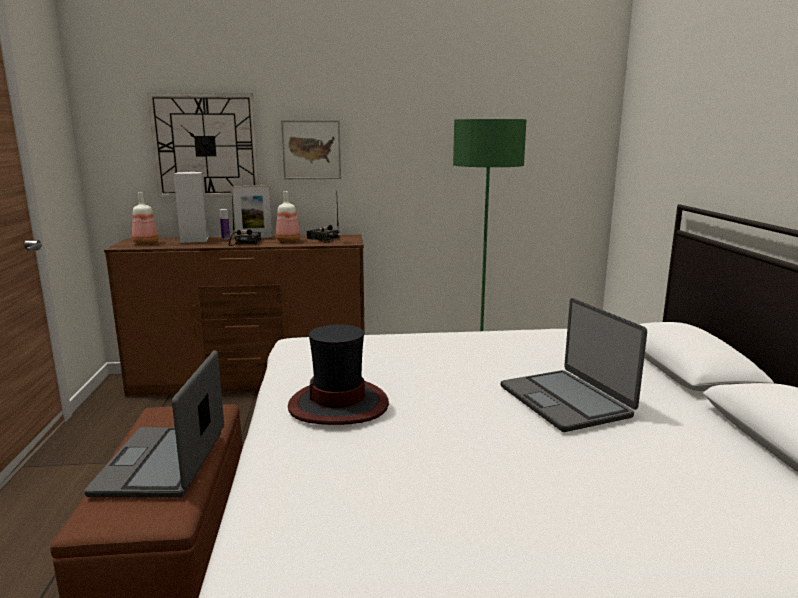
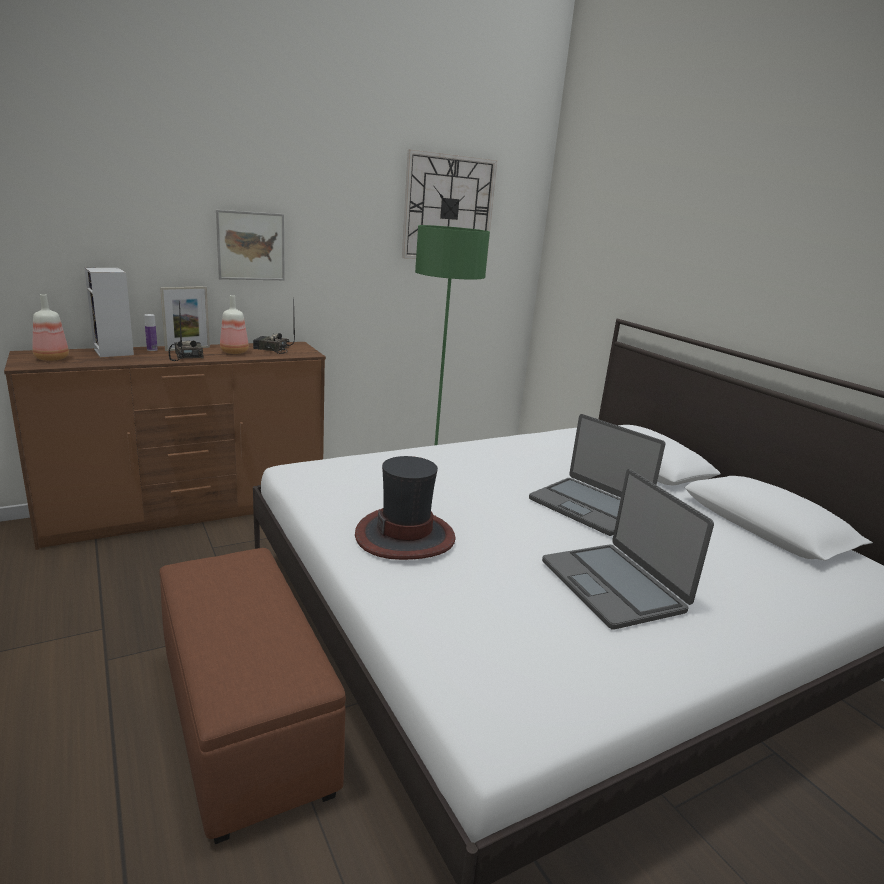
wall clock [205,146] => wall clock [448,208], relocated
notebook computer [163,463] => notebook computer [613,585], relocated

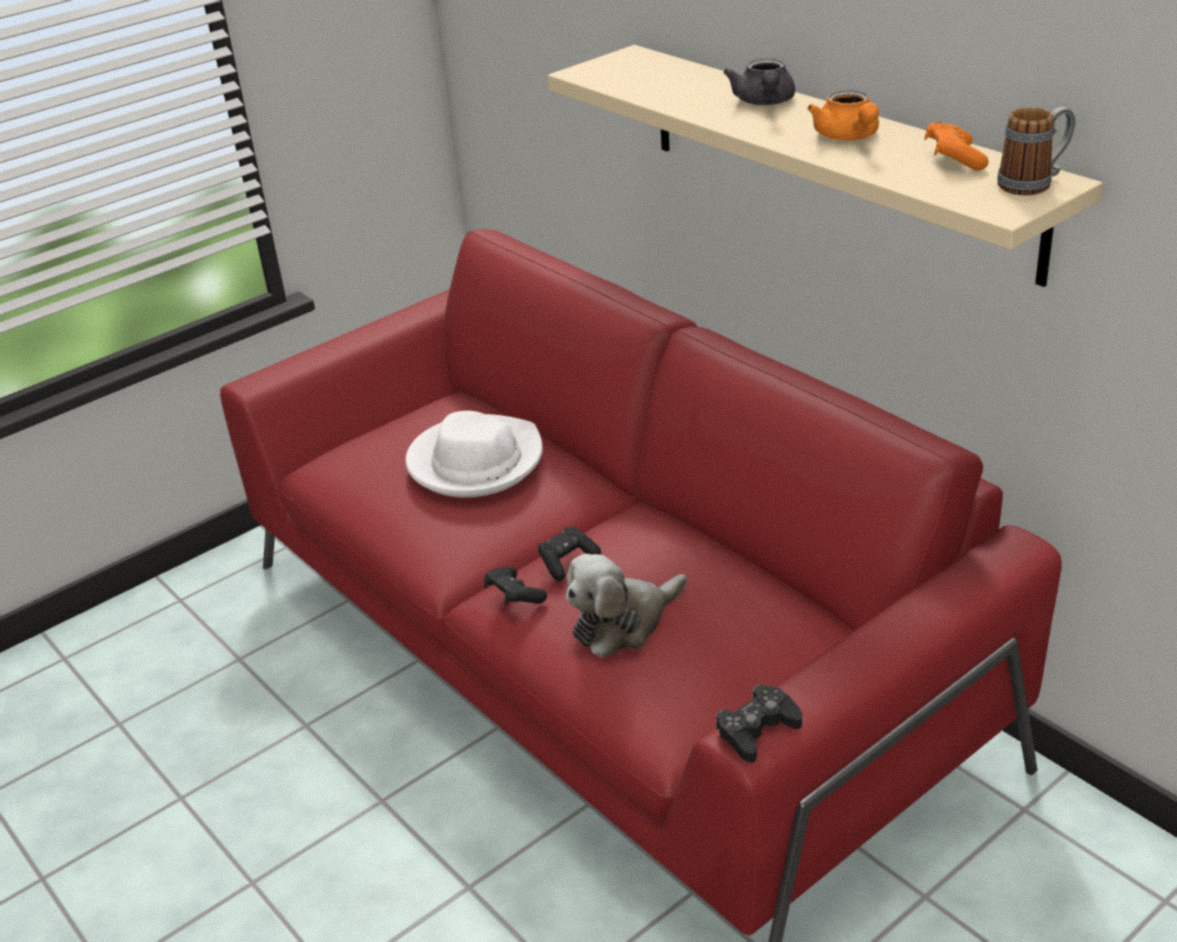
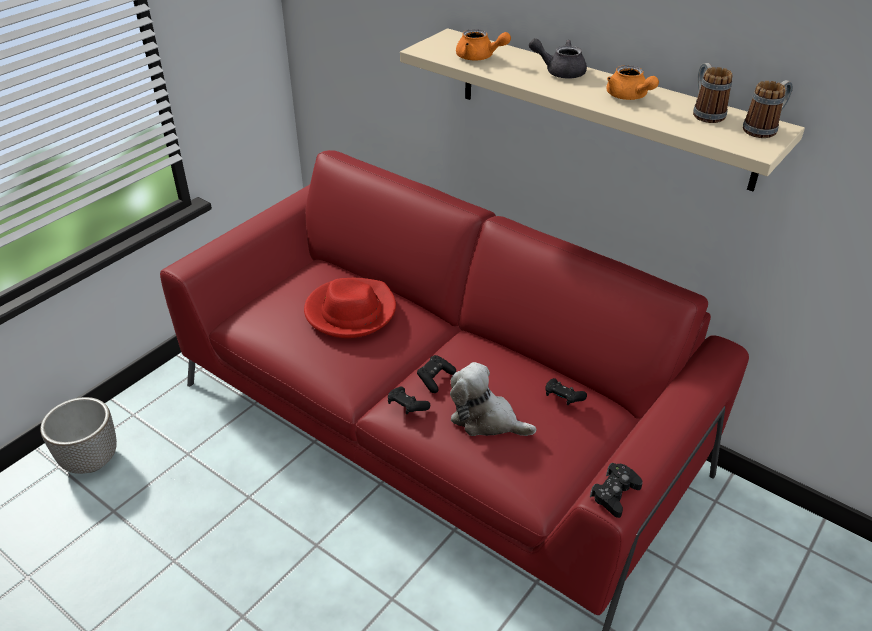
grey pot for tea [764,102] => grey pot for tea [559,72], 120 degrees clockwise
orange gamepad [953,160] => tea mug [705,113]
white-coloured wearable hat [475,461] => red wearable hat [350,311]
cuddly toy [623,623] => cuddly toy [486,419], 75 degrees clockwise
nothing => orange pot for tea [479,57]
nothing => black-coloured gamepad [563,398]
nothing => flower pot [90,461]

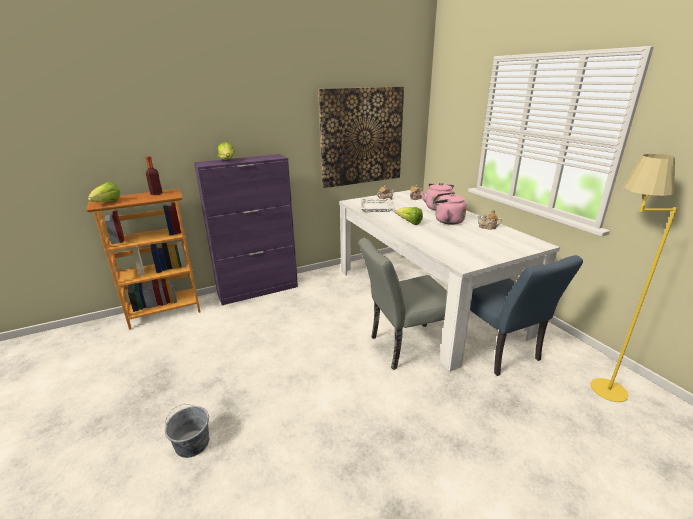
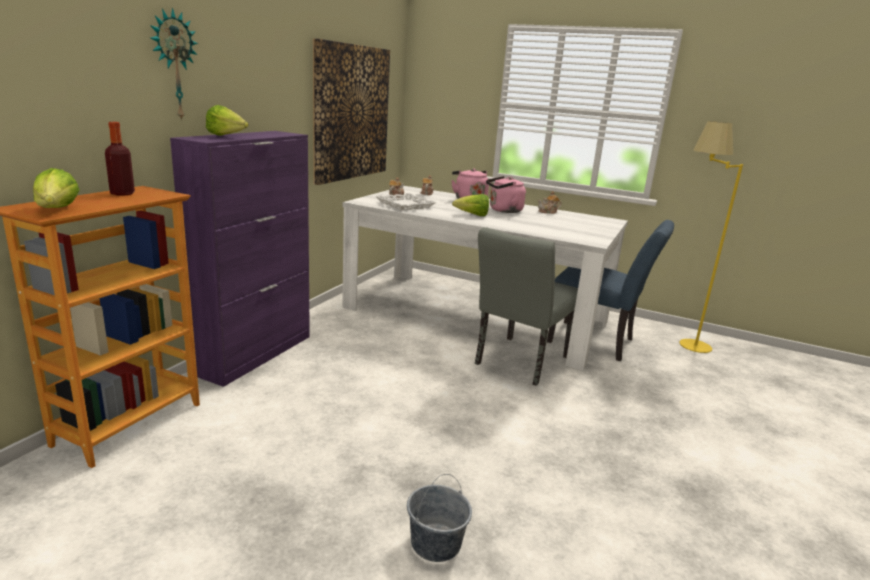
nothing => wall clock [173,65]

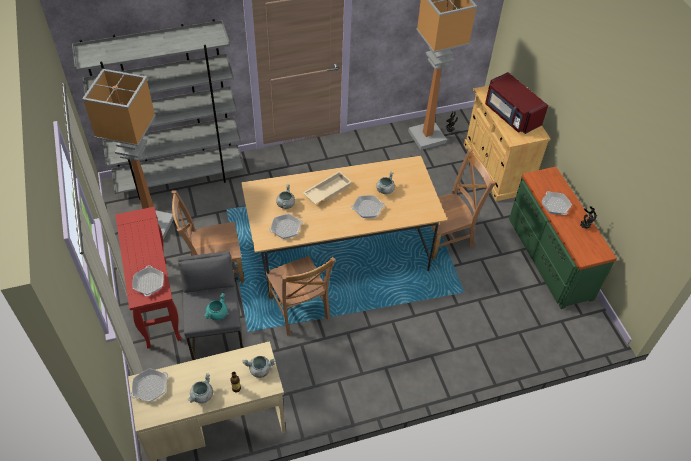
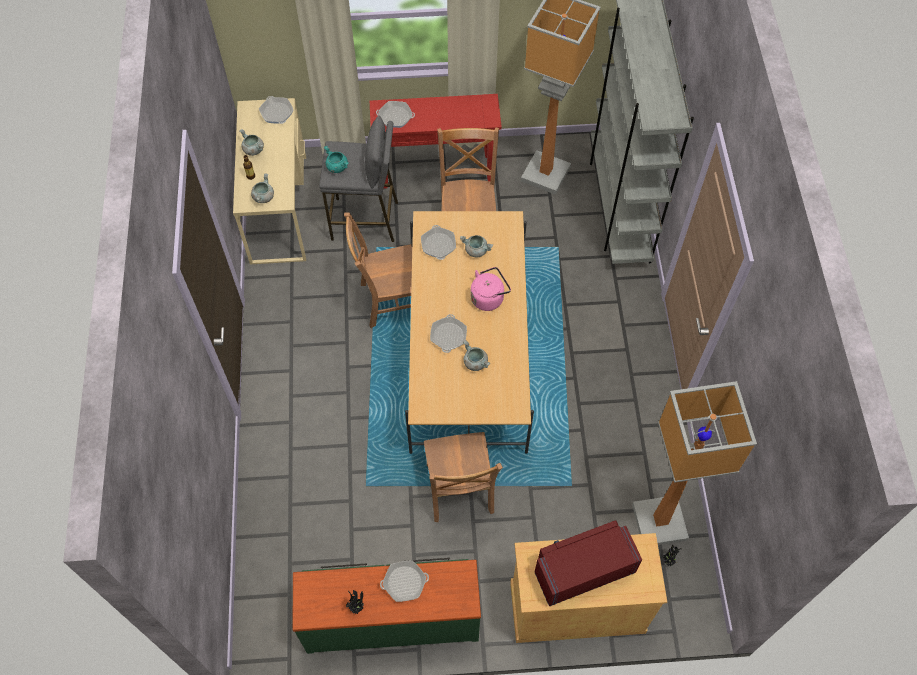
sand-coloured carrying tray [327,190] => pink kettle [489,297]

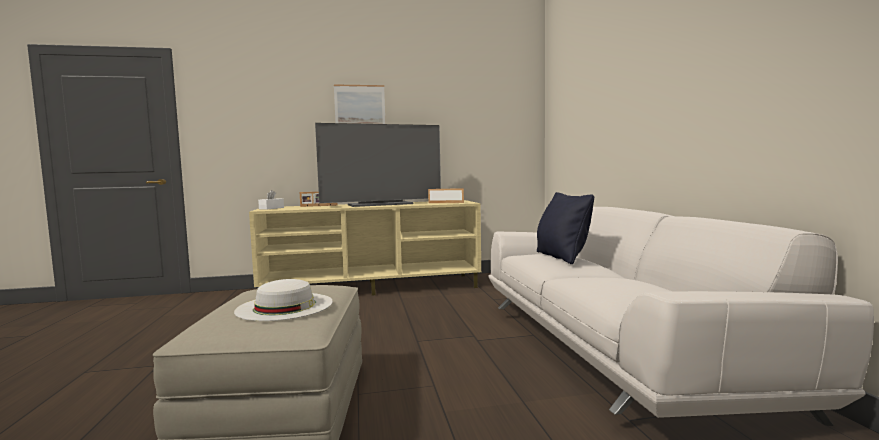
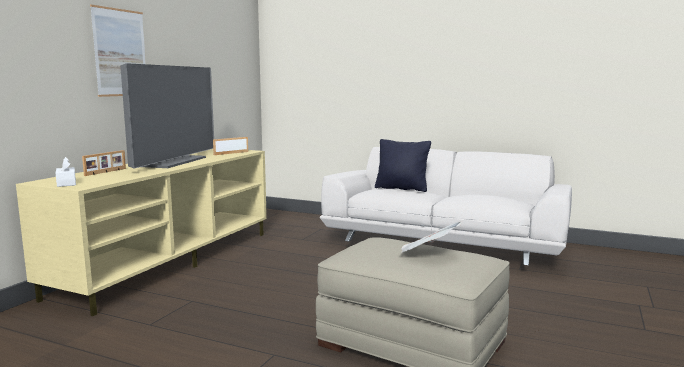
white-coloured wearable hat [285,306] => printed paper [428,253]

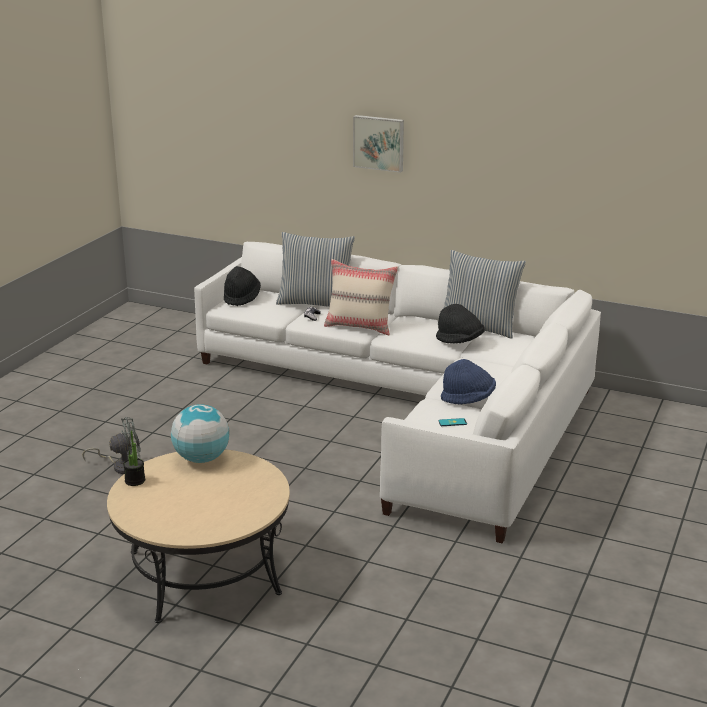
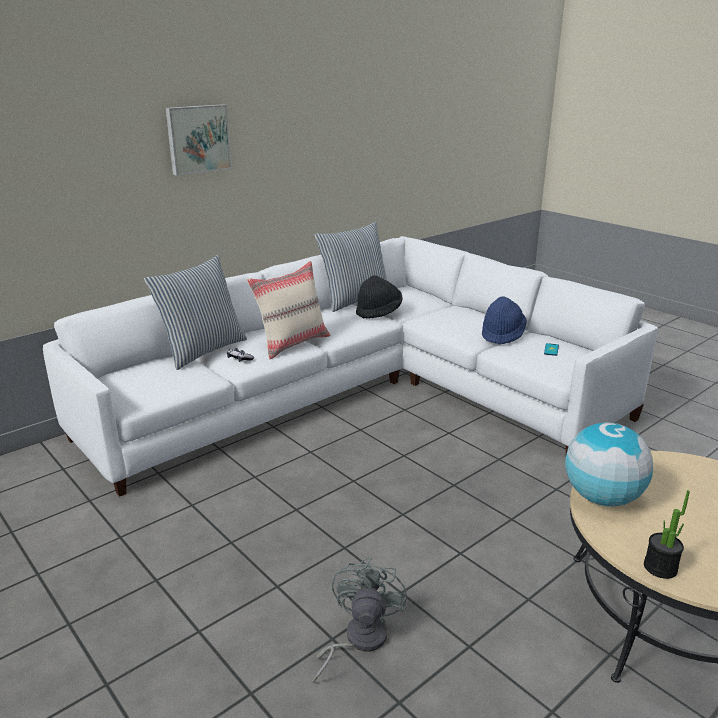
black-coloured wearable hat [241,298] => nothing

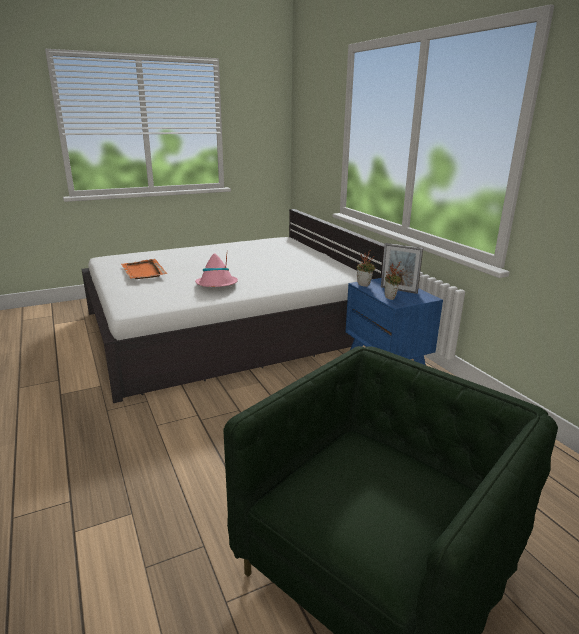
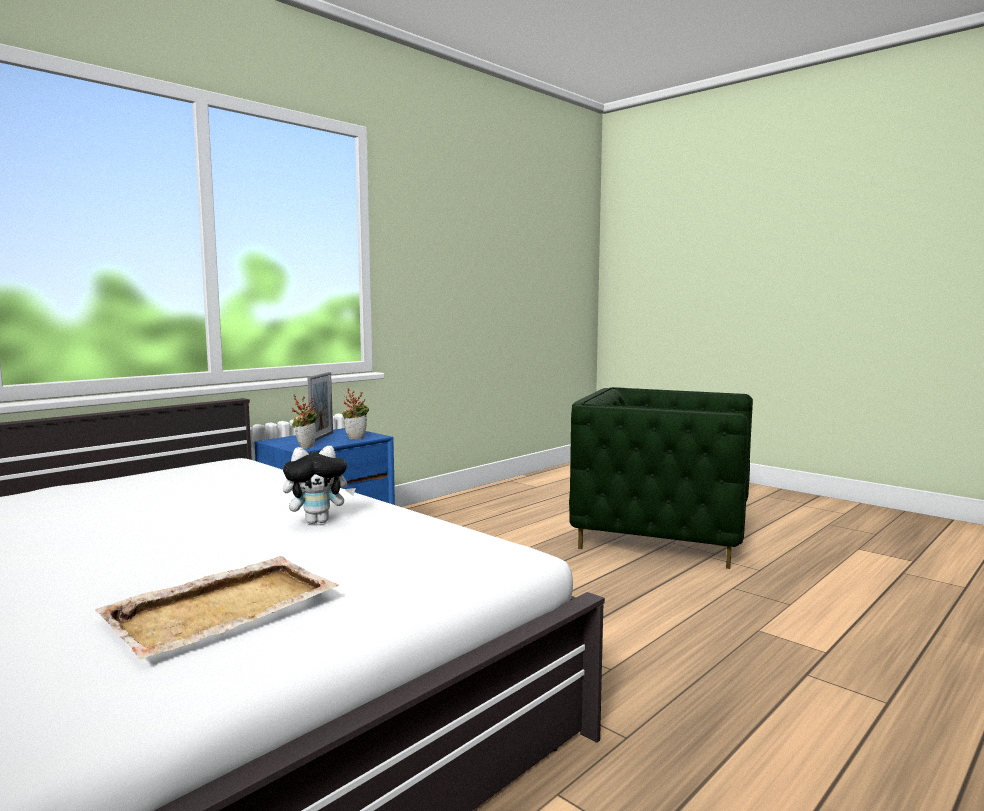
pink wearable hat [217,285] => cuddly toy [318,521]
orange carrying tray [143,271] => sand-coloured carrying tray [225,608]

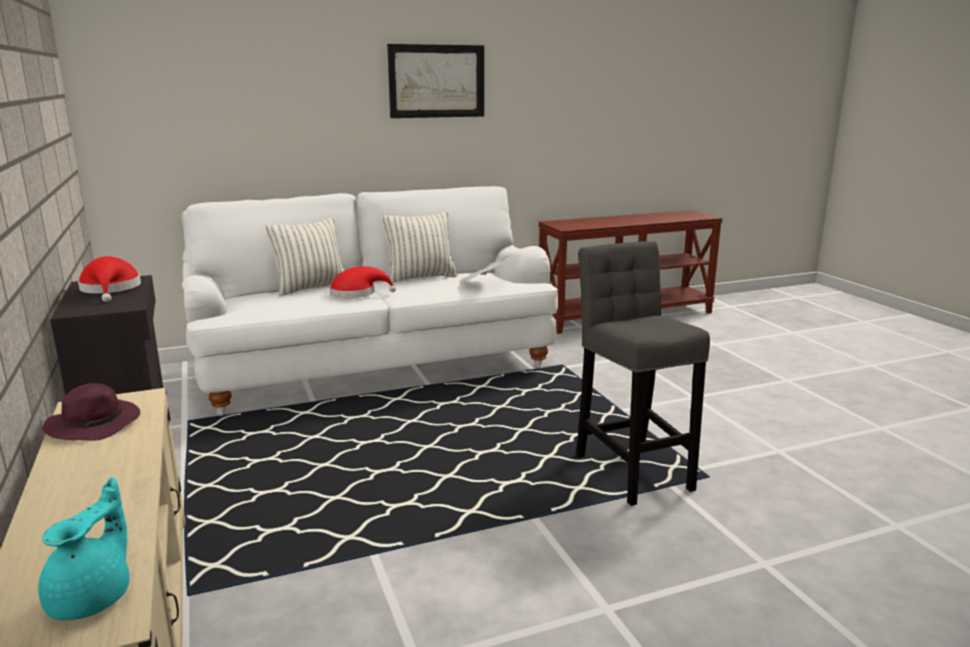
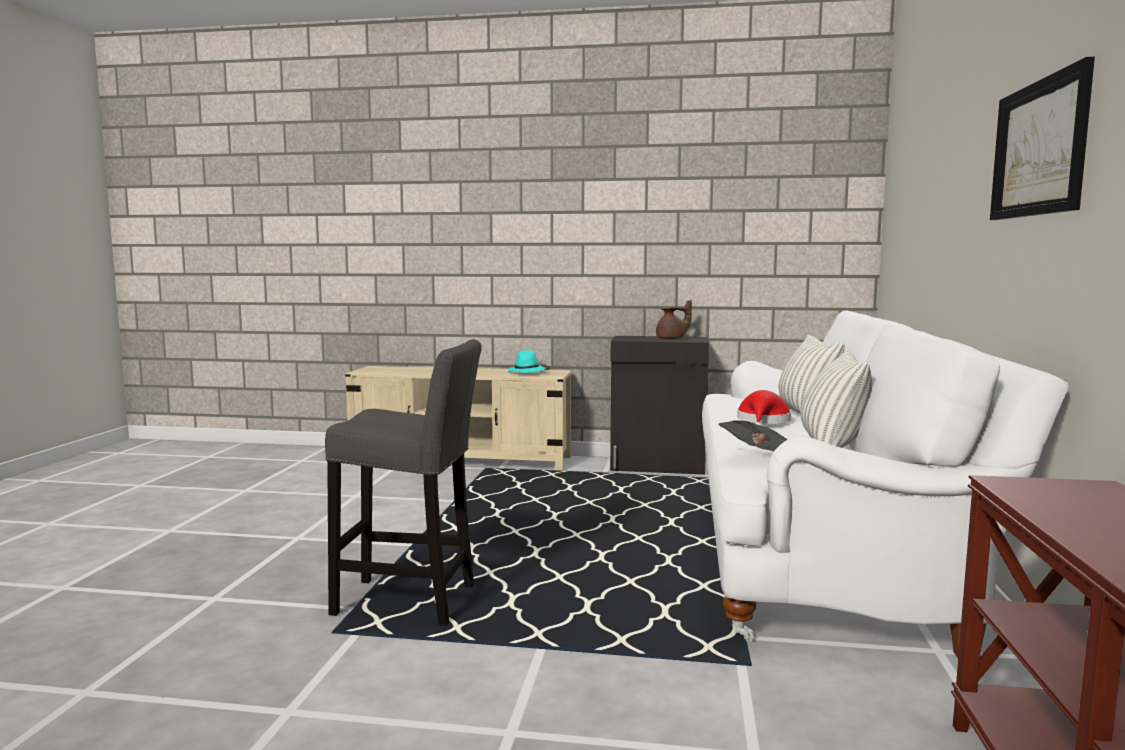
red wearable hat [111,289] => brown pot for tea [672,339]
purplish wearable hat [95,425] => turquoise wearable hat [527,372]
turquoise pot for tea [93,597] => nothing

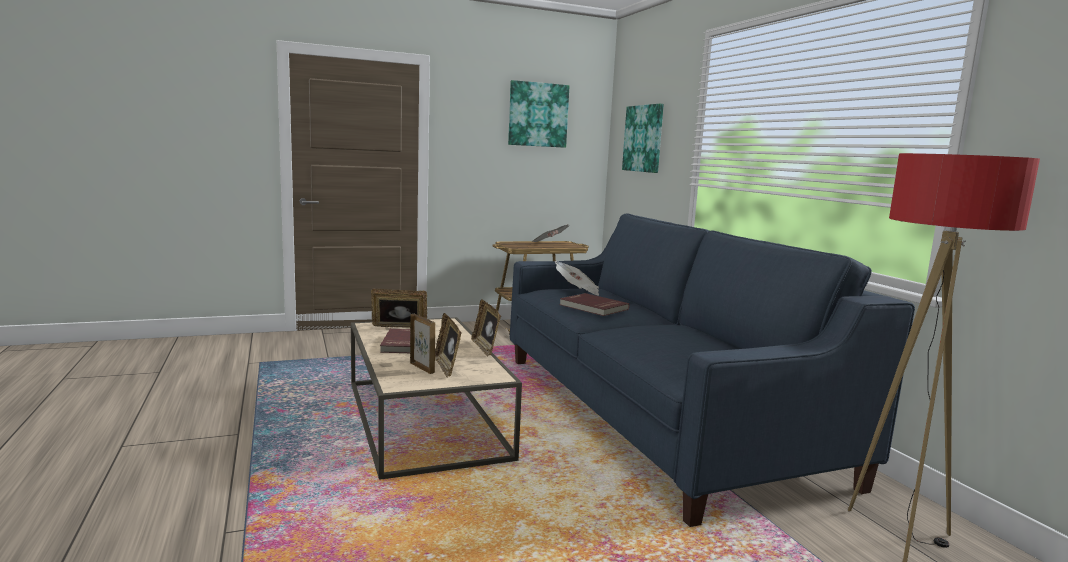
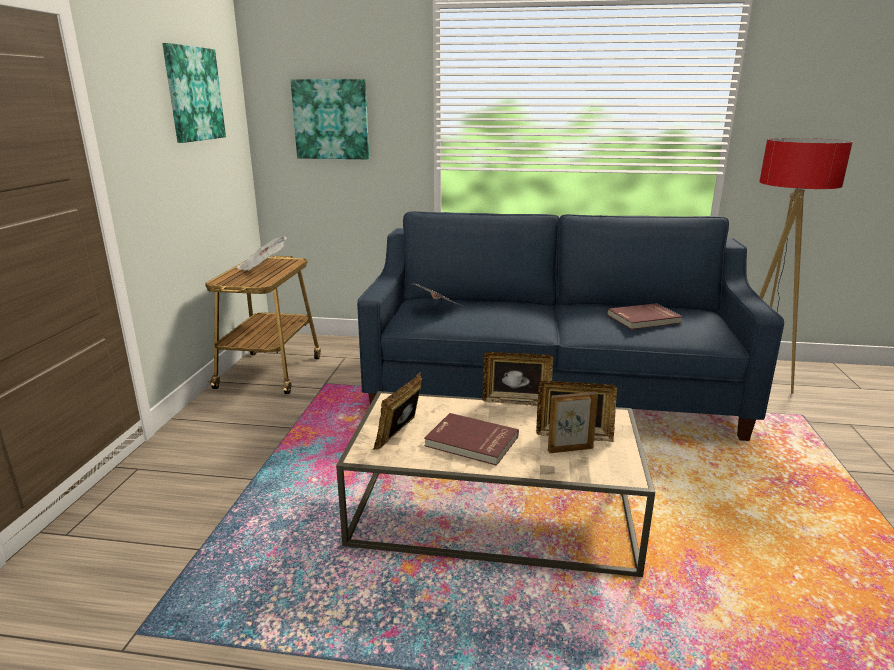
red volume [593,307] => red volume [644,319], relocated

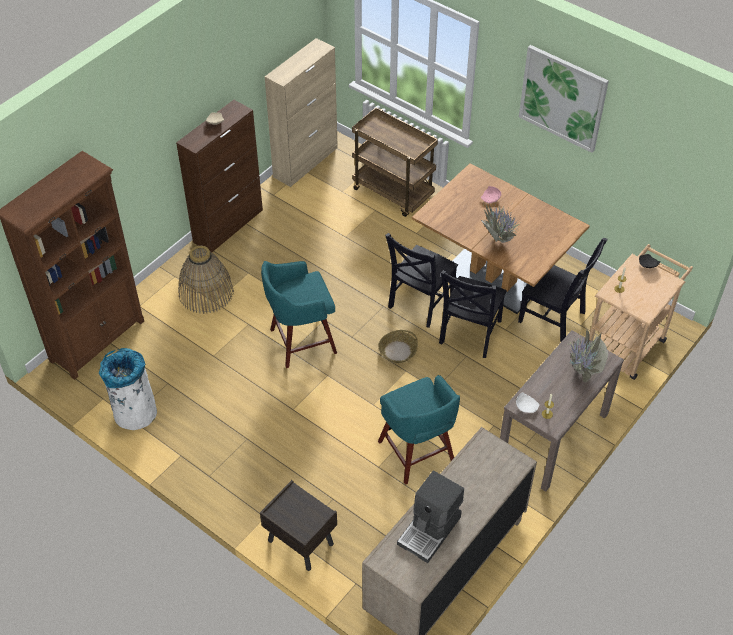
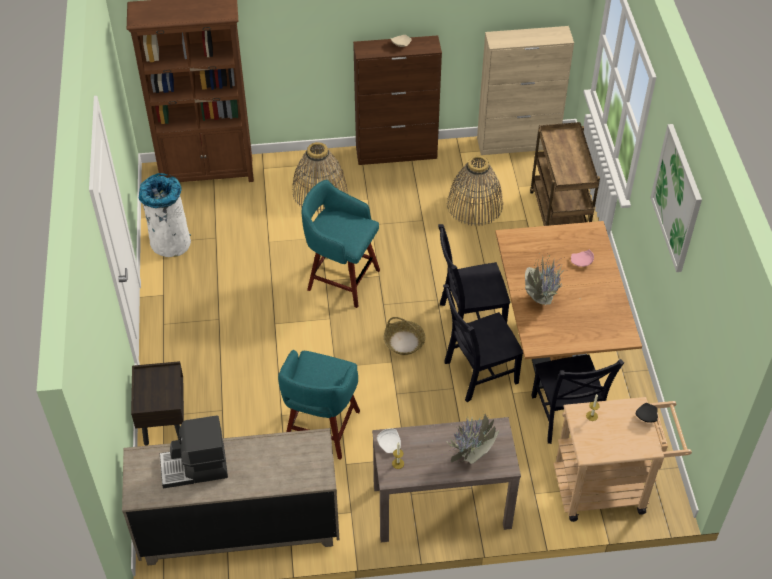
nothing => household basket [475,205]

